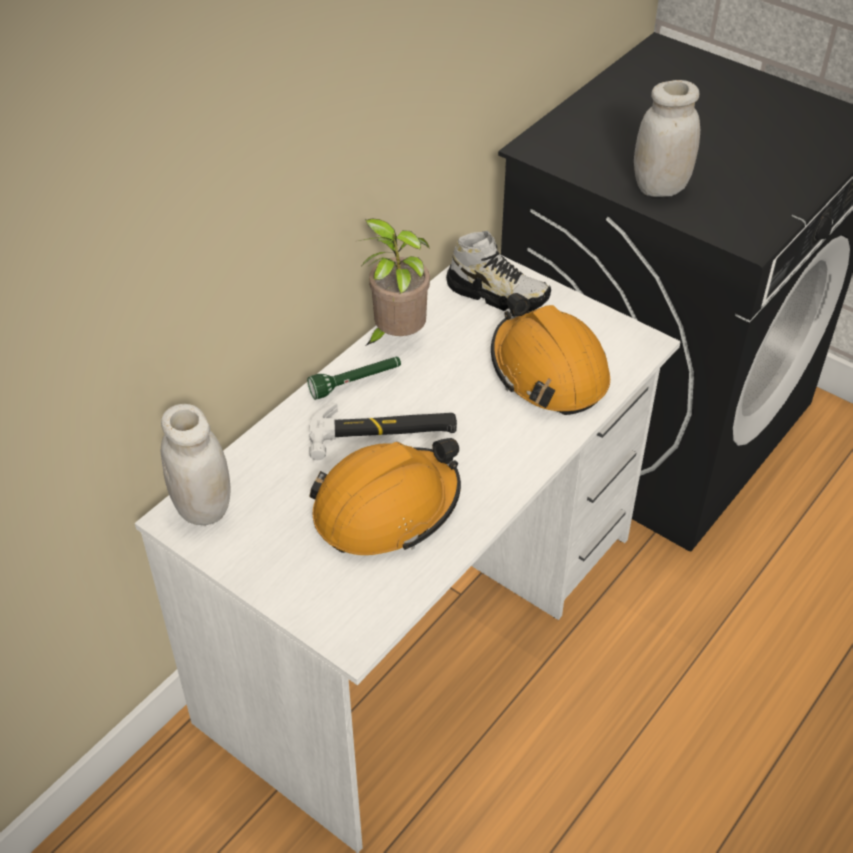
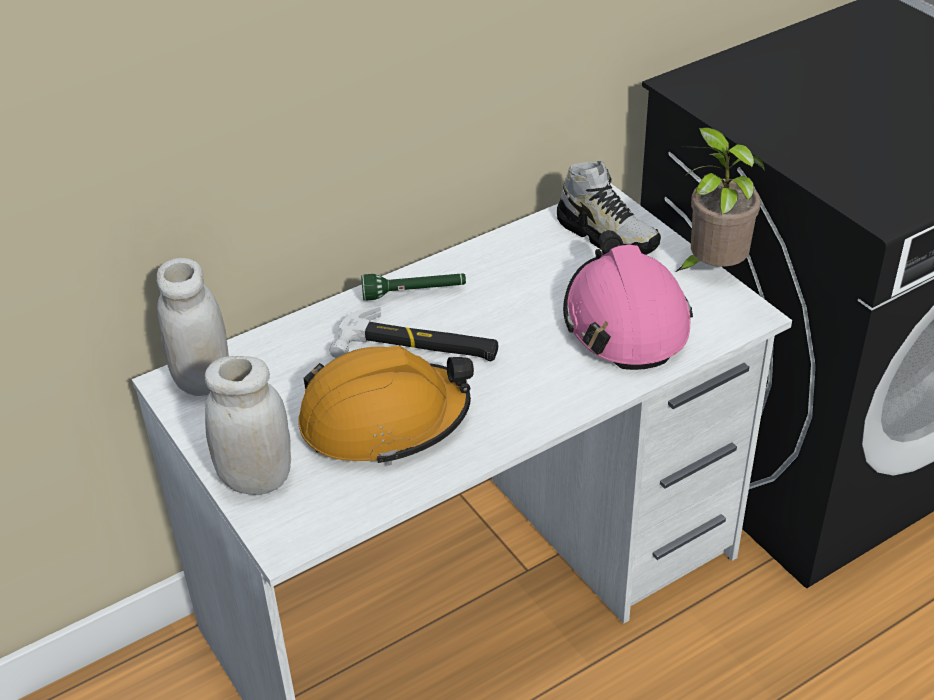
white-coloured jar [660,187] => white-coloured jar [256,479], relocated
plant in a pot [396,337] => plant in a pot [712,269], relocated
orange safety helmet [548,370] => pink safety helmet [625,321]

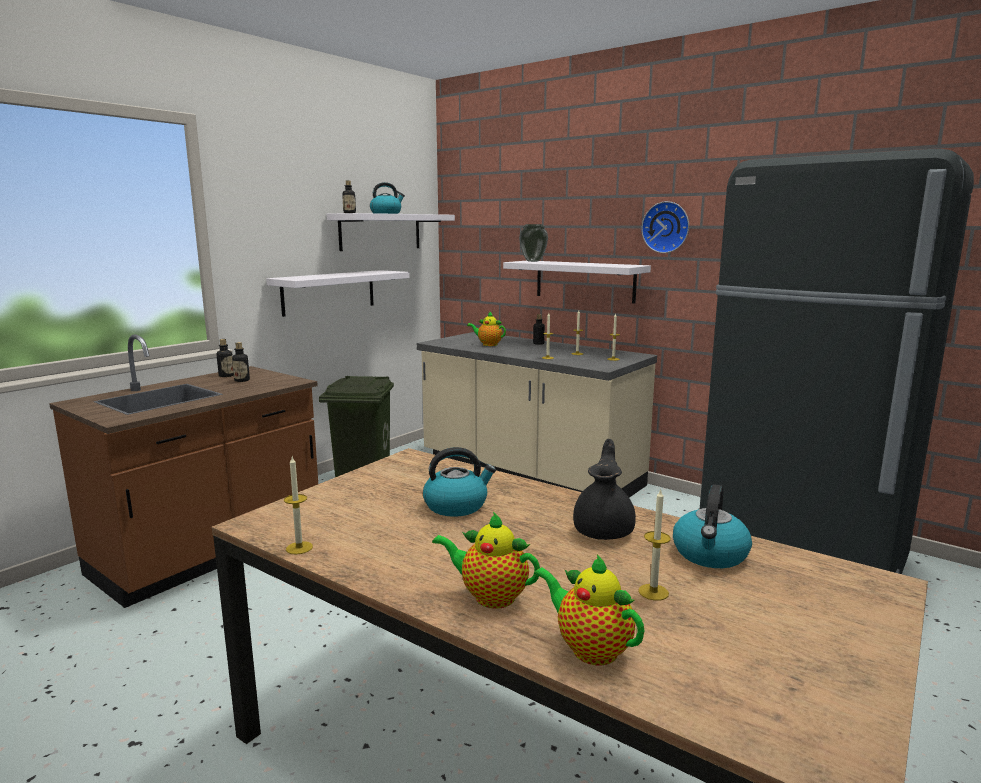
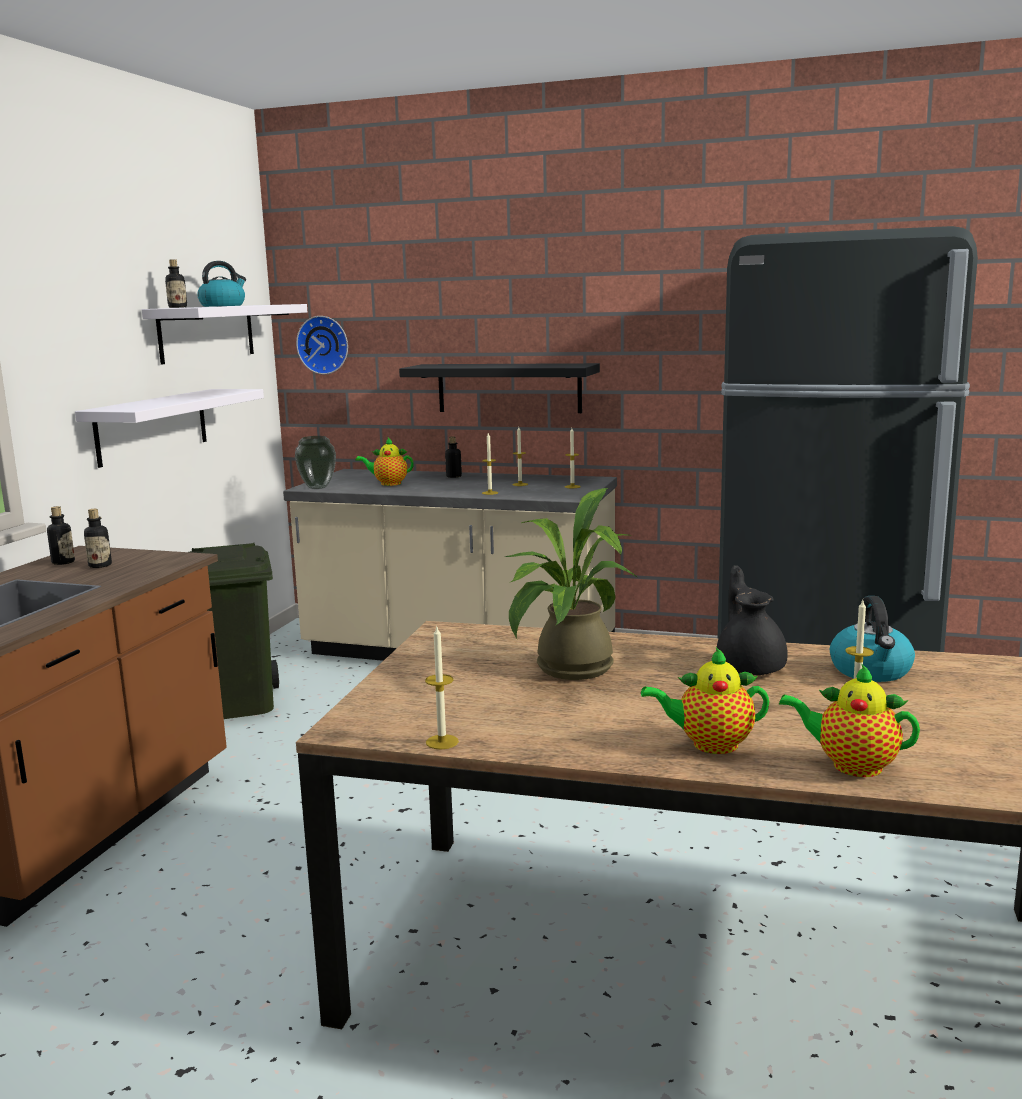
wall clock [666,227] => wall clock [324,345], relocated
decorative vase [533,261] => decorative vase [318,487], relocated
white-coloured shelf [584,281] => black-coloured shelf [509,388]
kettle [456,505] => plant in a pot [567,670]

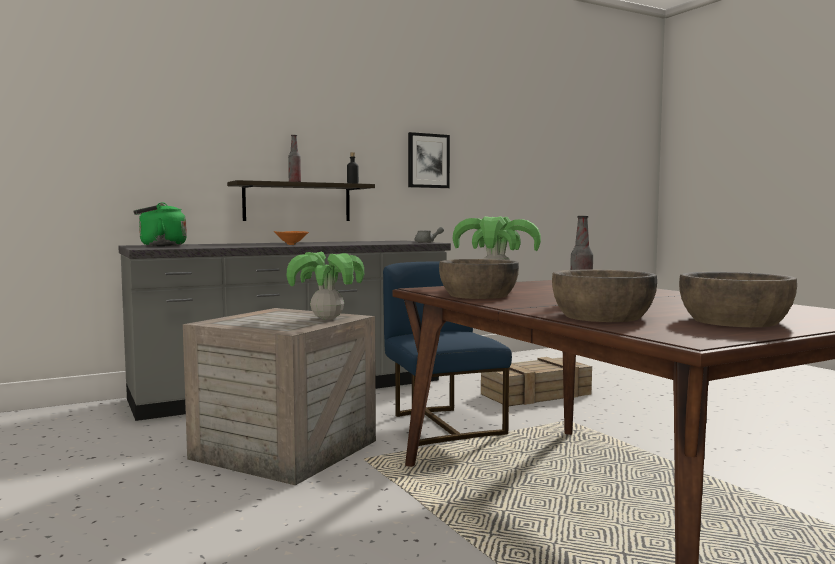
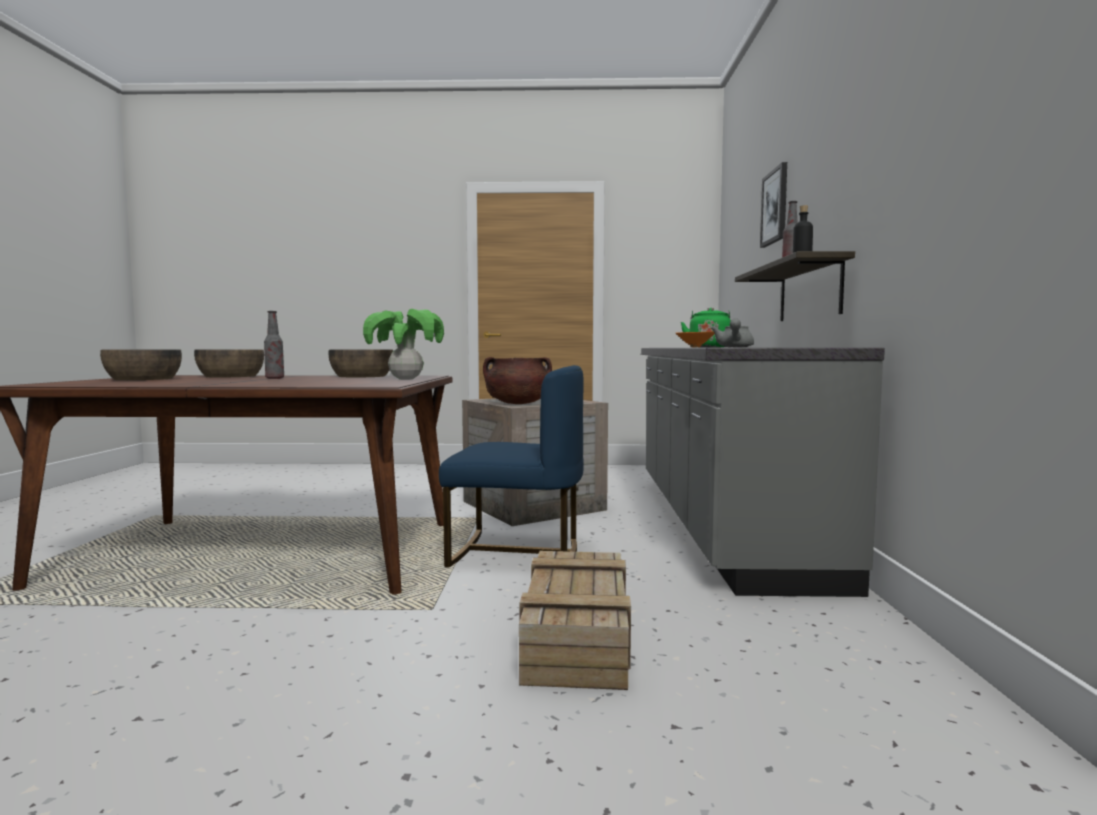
picture [428,161] => picture [775,207], relocated
plant in a pot [328,318] => brown cooking pot [517,403]

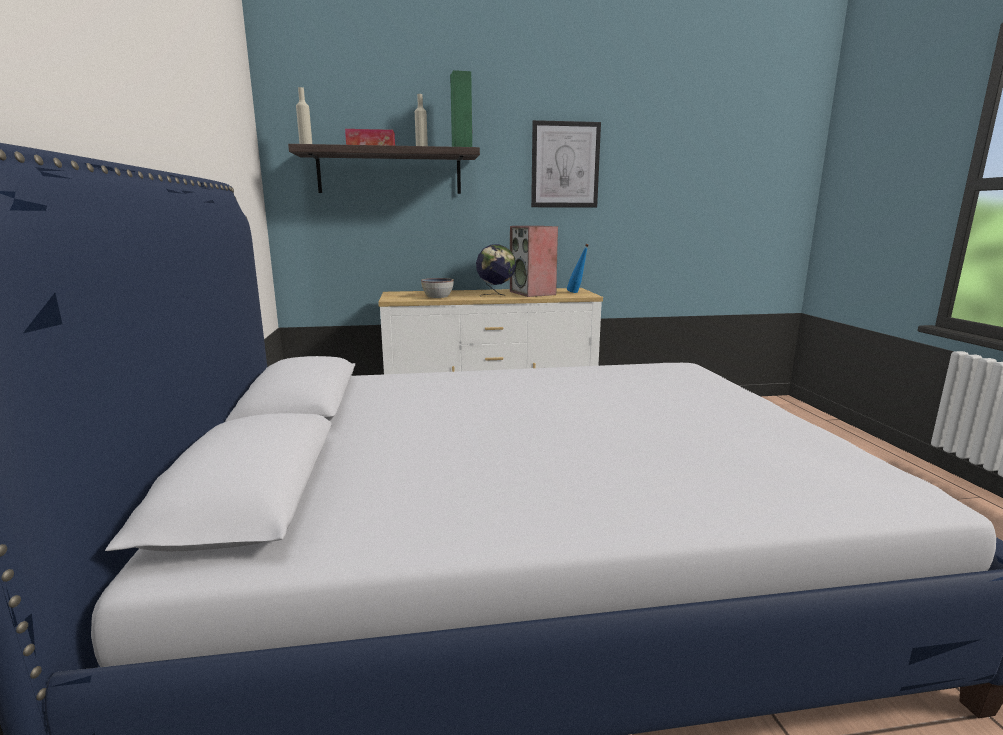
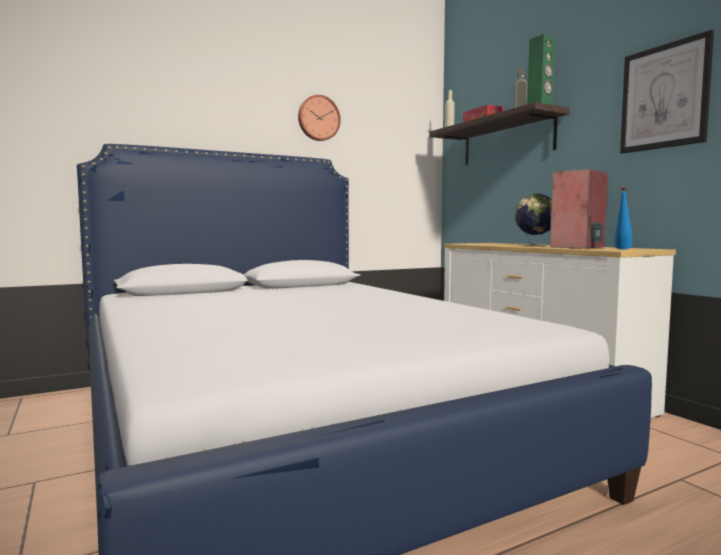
serving bowl [438,297] => nothing
nothing => wall clock [318,118]

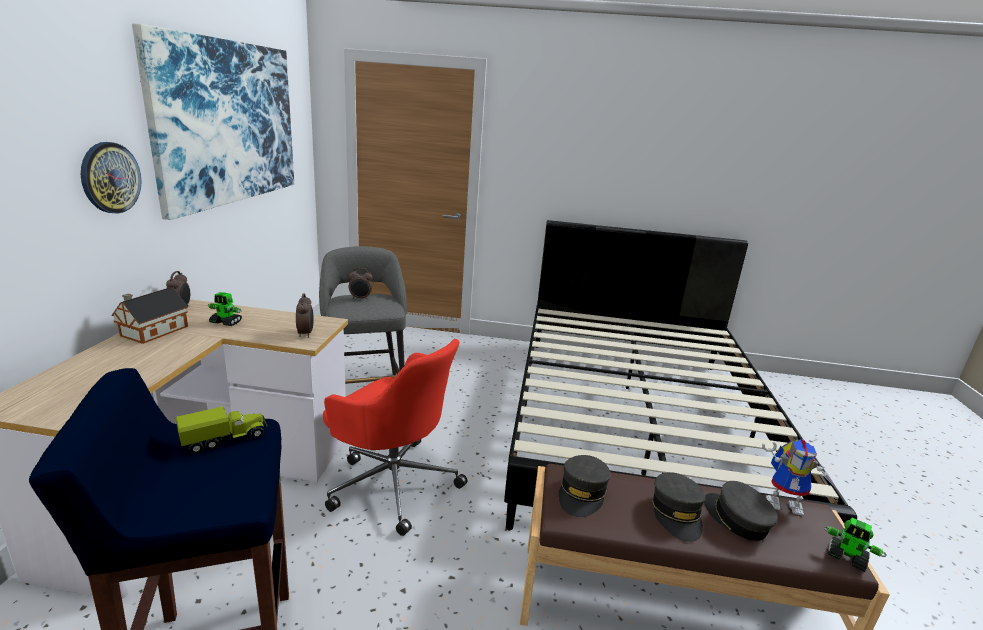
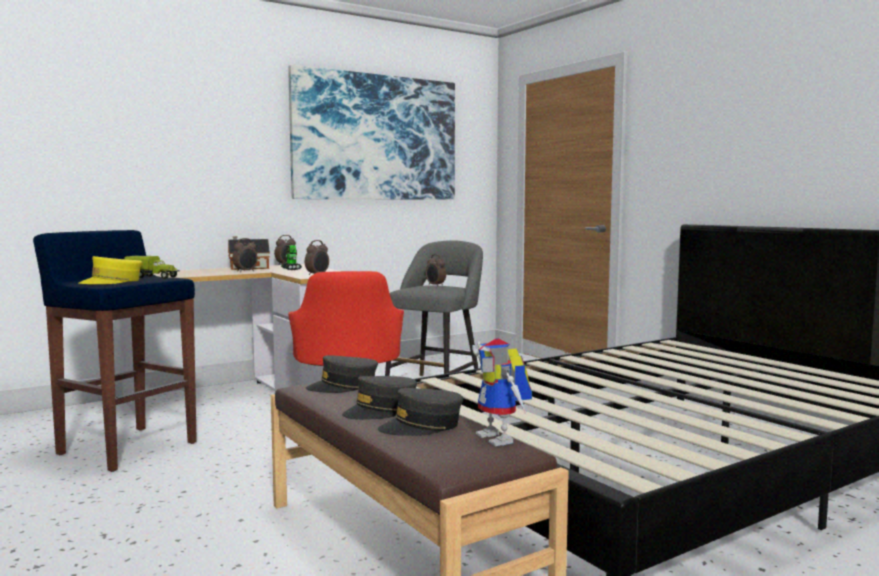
wall clock [110,178] => nothing
grey peaked cap [736,519] => grey peaked cap [422,426], 135 degrees counterclockwise
toy robot [847,558] => nothing
nothing => alarm clock [245,271]
nothing => yellow peaked cap [112,282]

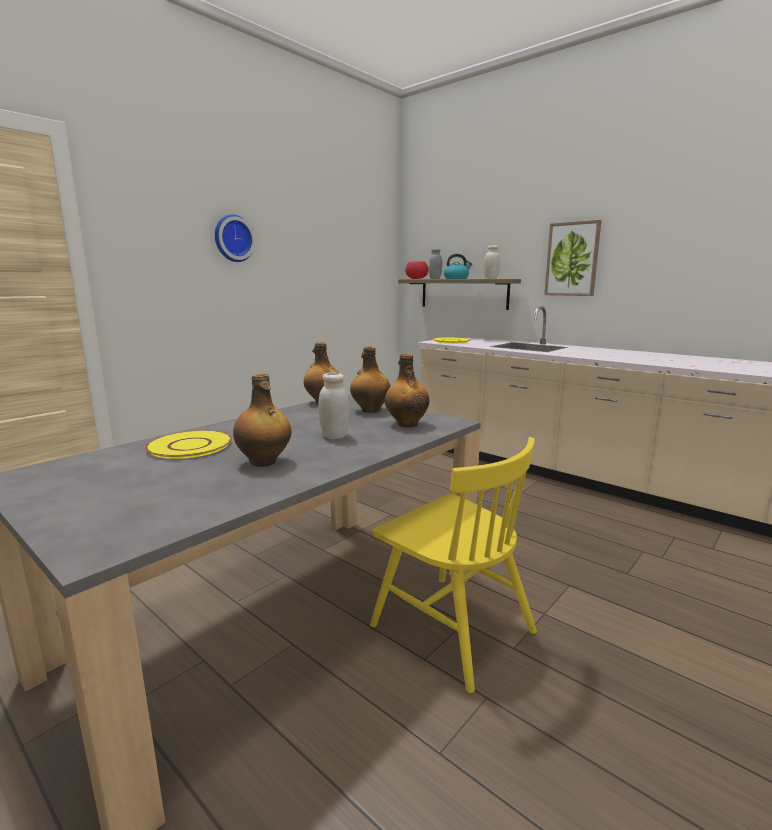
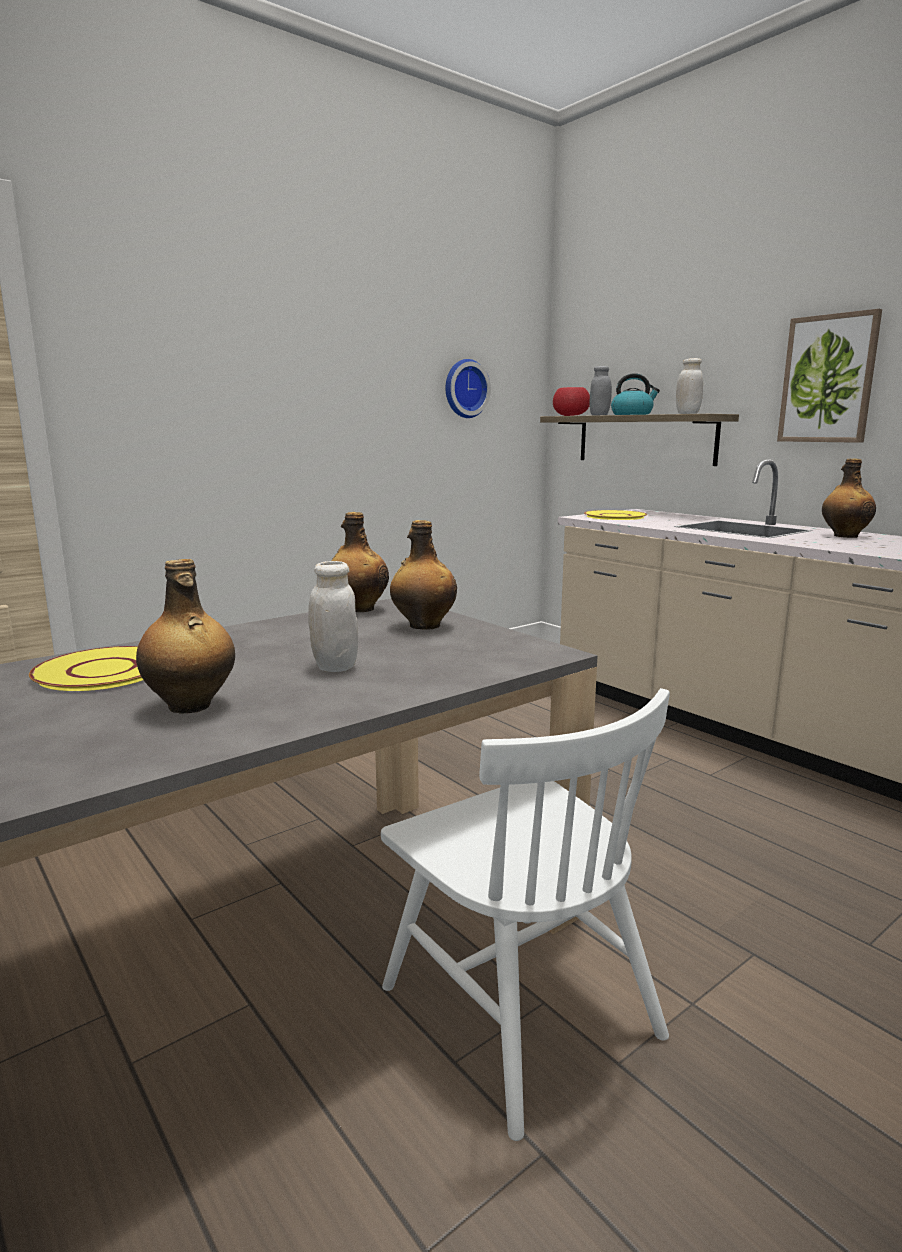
wall clock [233,238] => wall clock [464,389], relocated
drink bottle [407,424] => drink bottle [844,536], relocated
yellow upright chair [451,628] => white-coloured upright chair [519,1009]

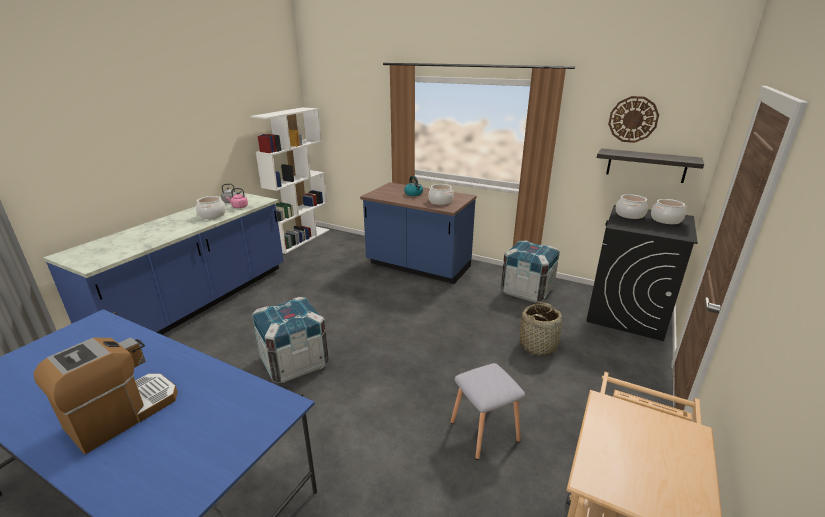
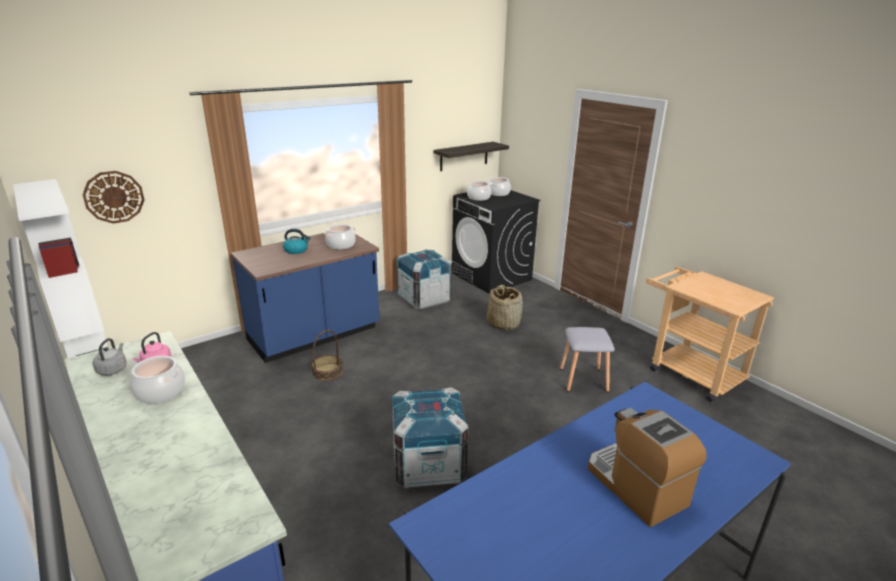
wall clock [633,119] => wall clock [114,197], relocated
nothing => household basket [327,372]

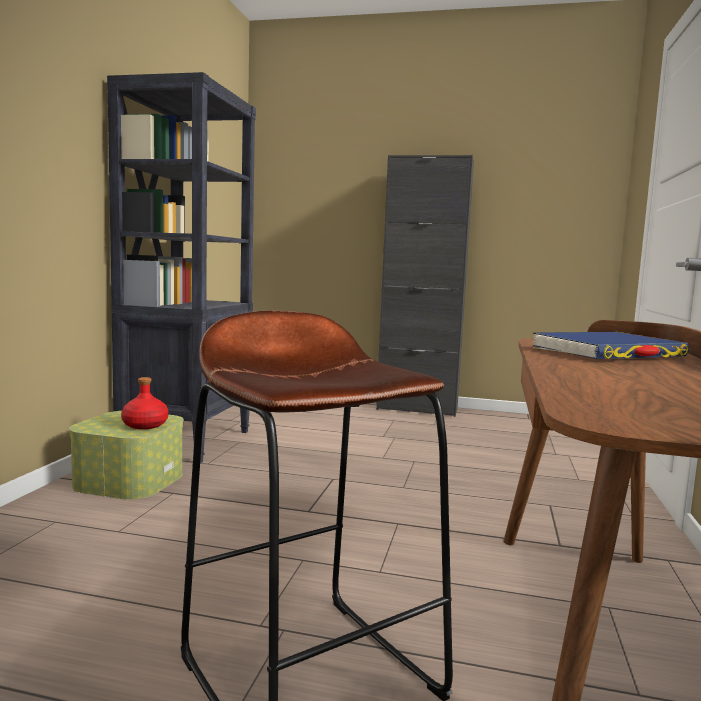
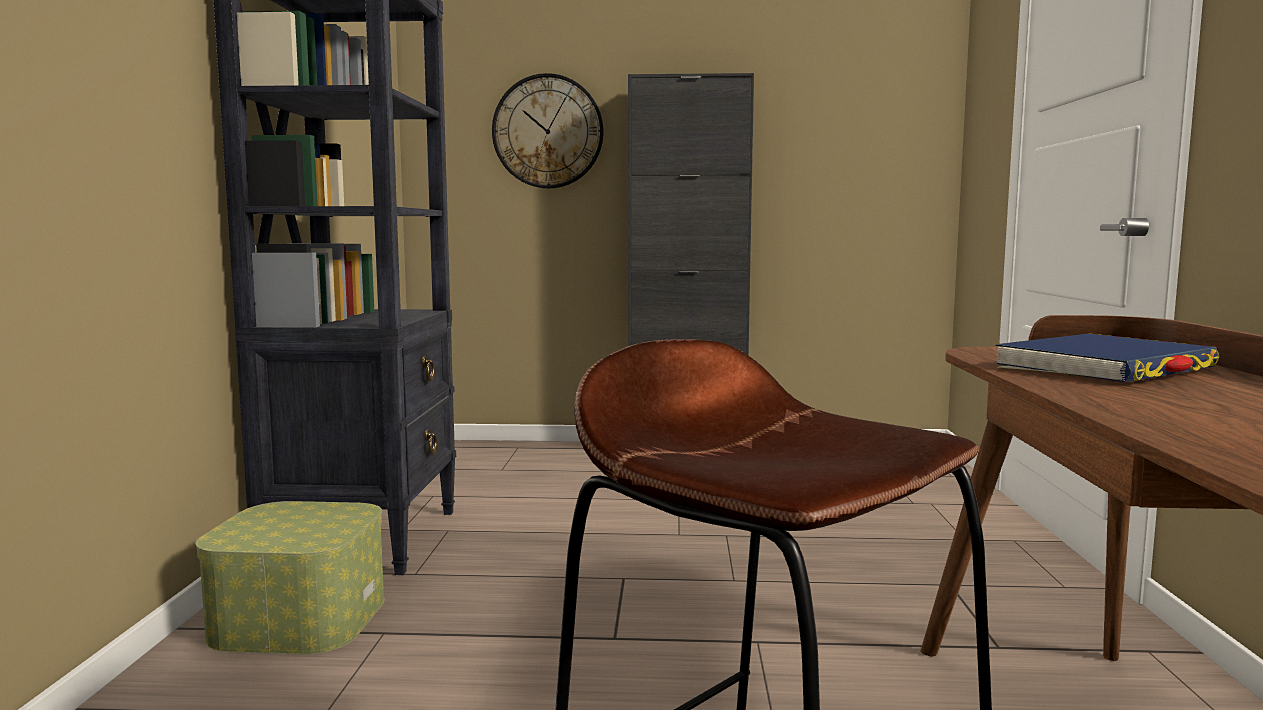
red drink bottle [145,425] => nothing
nothing => wall clock [548,131]

